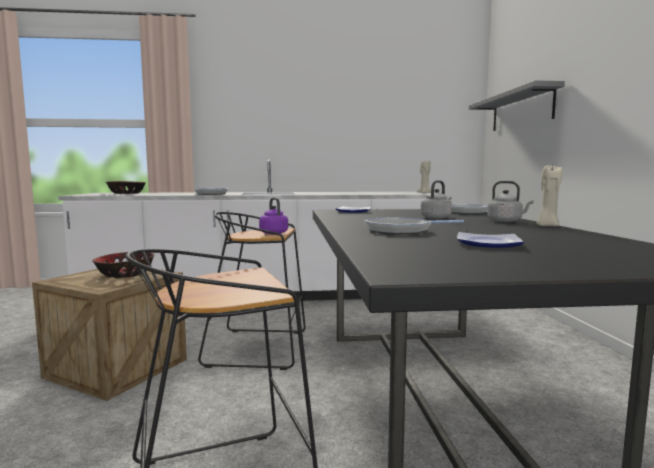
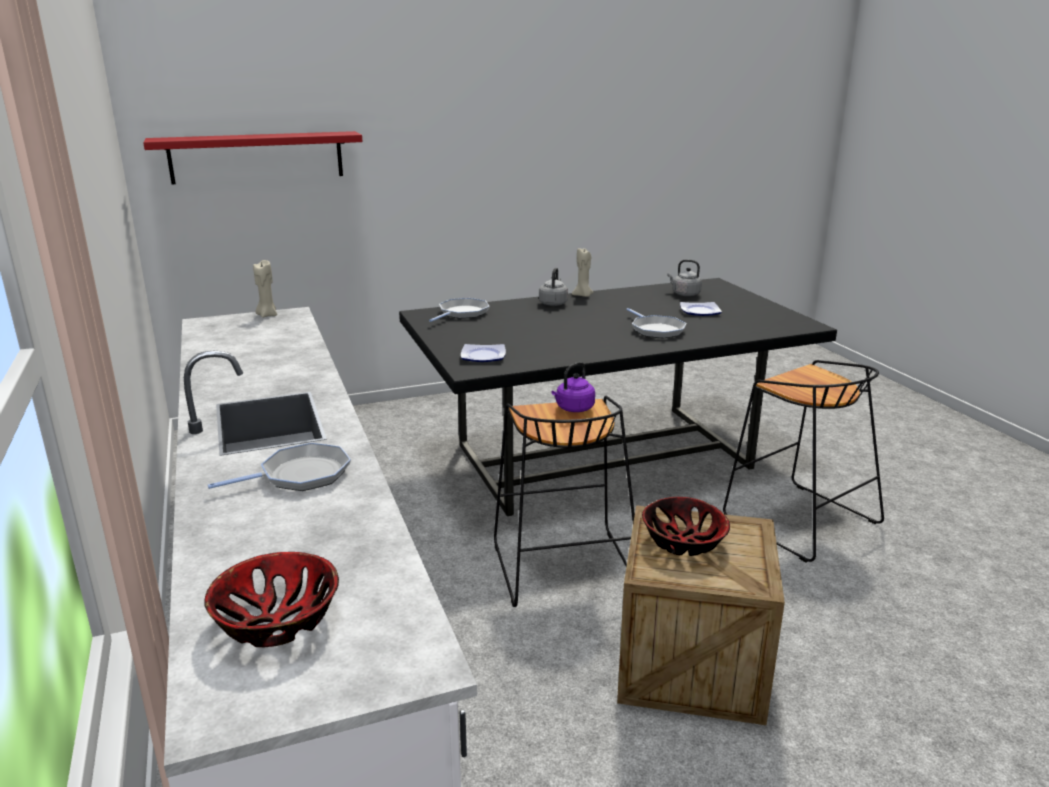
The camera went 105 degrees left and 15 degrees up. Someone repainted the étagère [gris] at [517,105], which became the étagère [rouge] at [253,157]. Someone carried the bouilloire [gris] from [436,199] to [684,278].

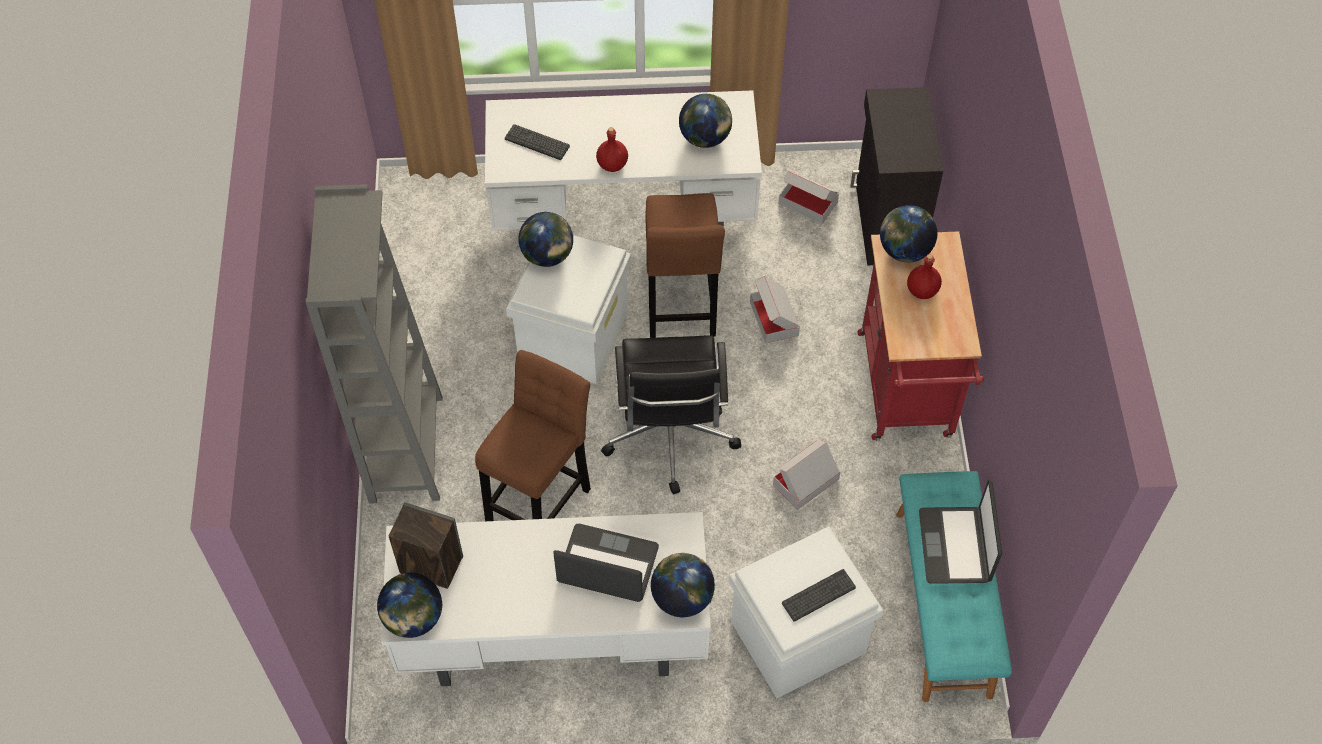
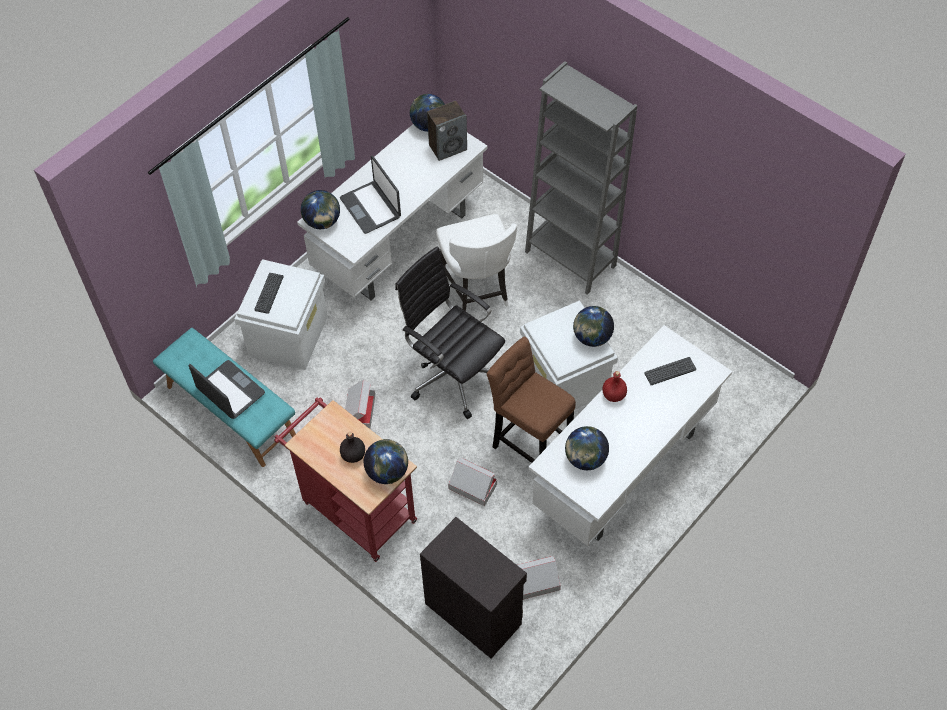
The camera went 135 degrees right and 0 degrees up. Someone repainted the bouteille [rouge] at [924,276], which became the bouteille [noir] at [352,447]. Someone swapped the tabouret [marron] at [533,435] for the chaise [blanc] at [476,262]. Someone rotated the ordinateur portable at [606,563] by 90 degrees clockwise.

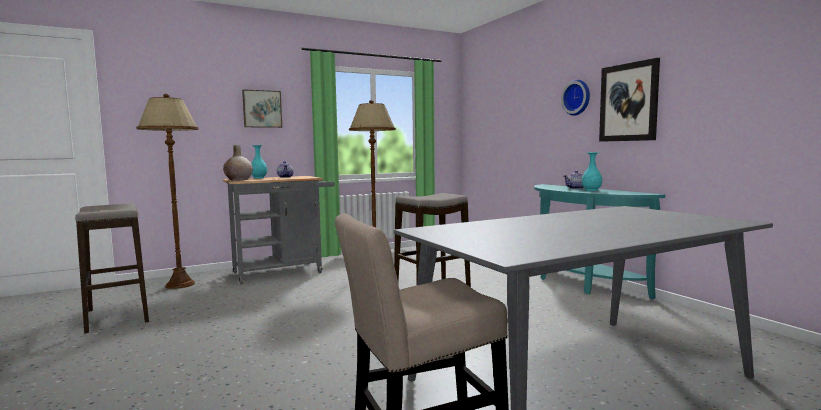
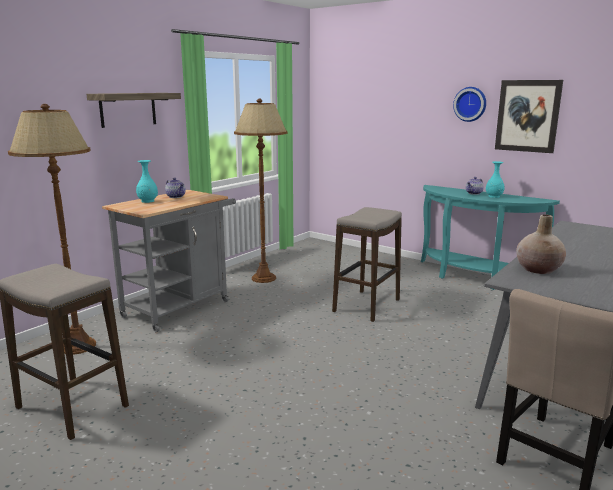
The camera went 25 degrees left and 10 degrees up. Someone swapped the tableau at [262,108] for the étagère at [134,110]. Someone carried the vase [beige] from [238,163] to [541,244].

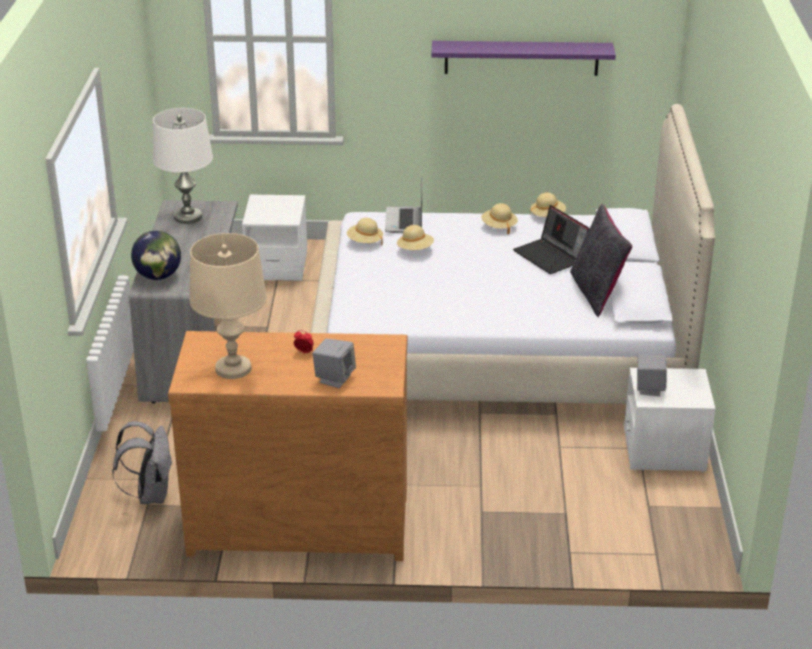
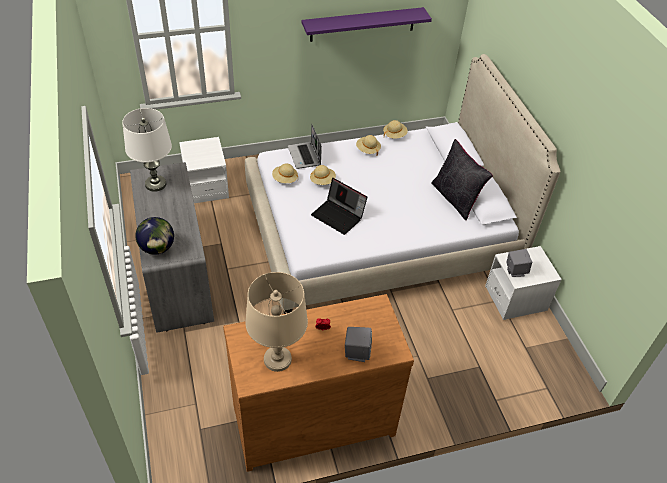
The camera went 20 degrees left and 15 degrees up. Someone carried the ordinateur portable from [551,239] to [339,206]. Someone took away the sac à dos [gris] at [142,462].

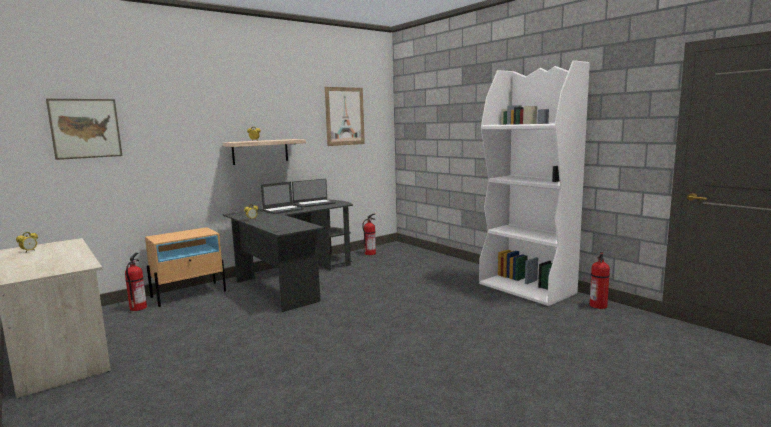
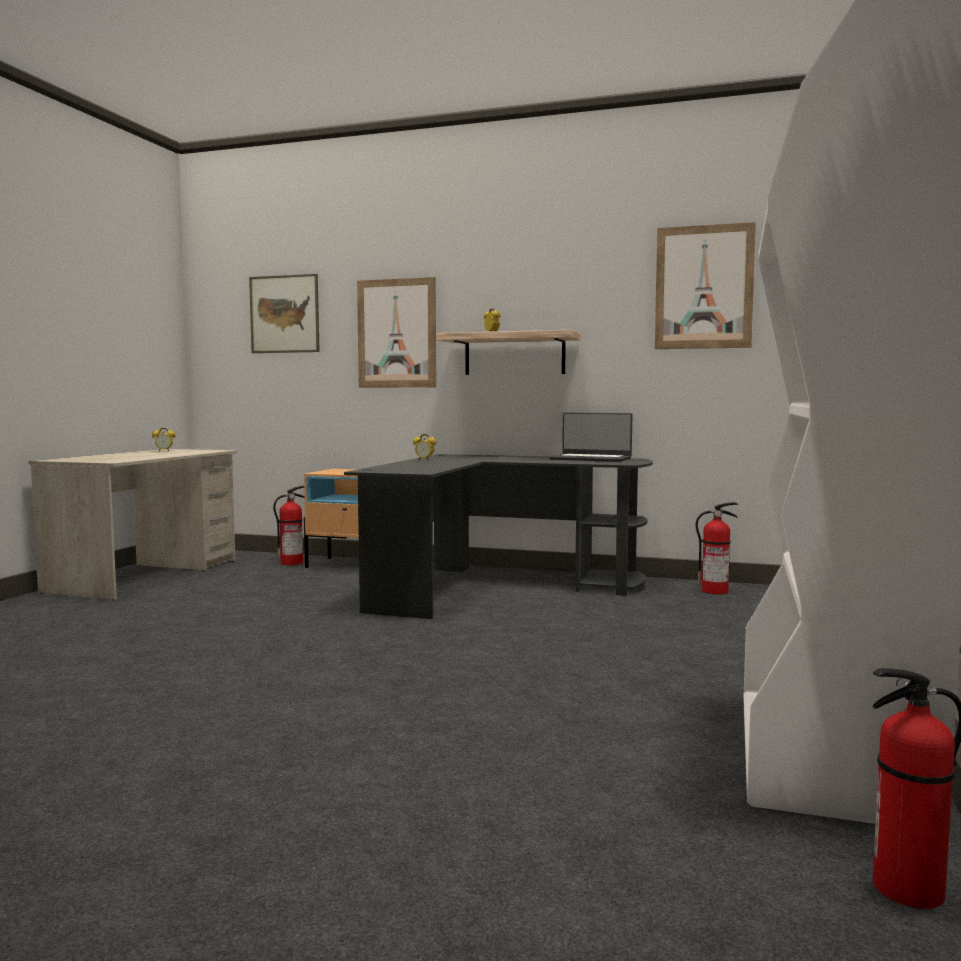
The camera went 55 degrees right and 5 degrees down. Someone took away the ordinateur portable at [282,198]. Someone put up the tableau at [396,332].

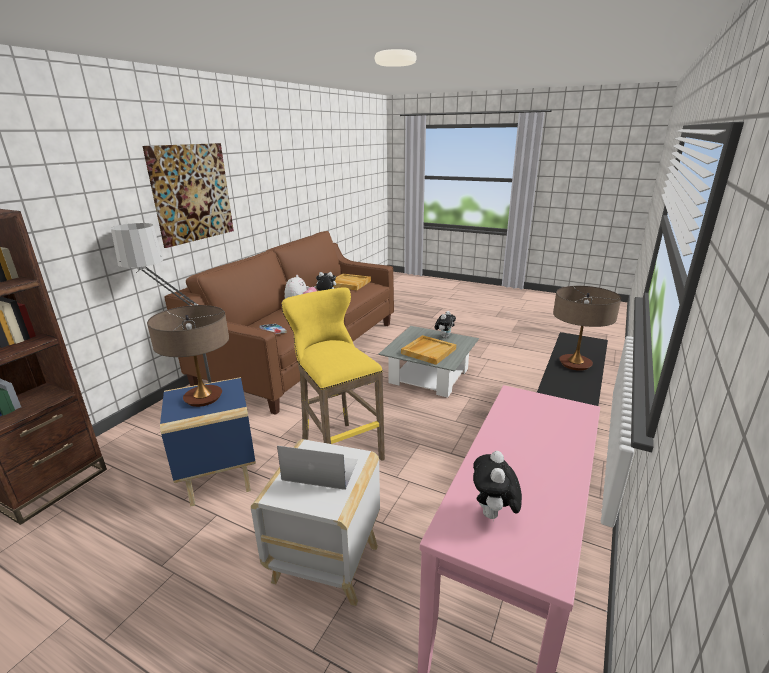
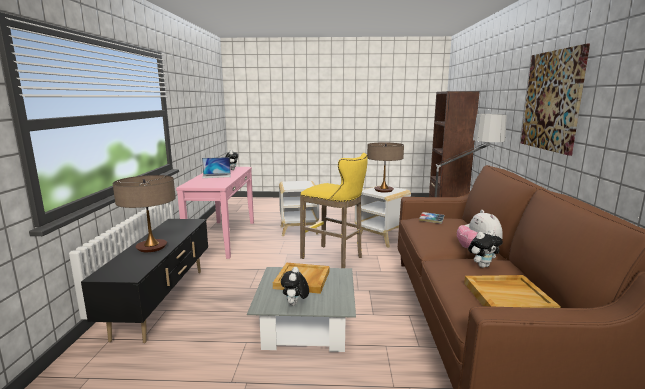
The camera went 155 degrees right and 10 degrees down. Someone repainted the table d'appoint [bleu] at [208,442], which became the table d'appoint [blanc] at [383,216]. Someone carried the ordinateur portable from [317,468] to [216,167].

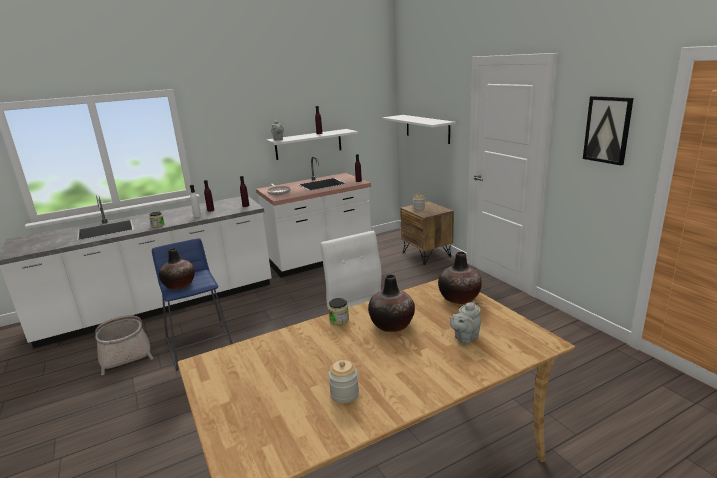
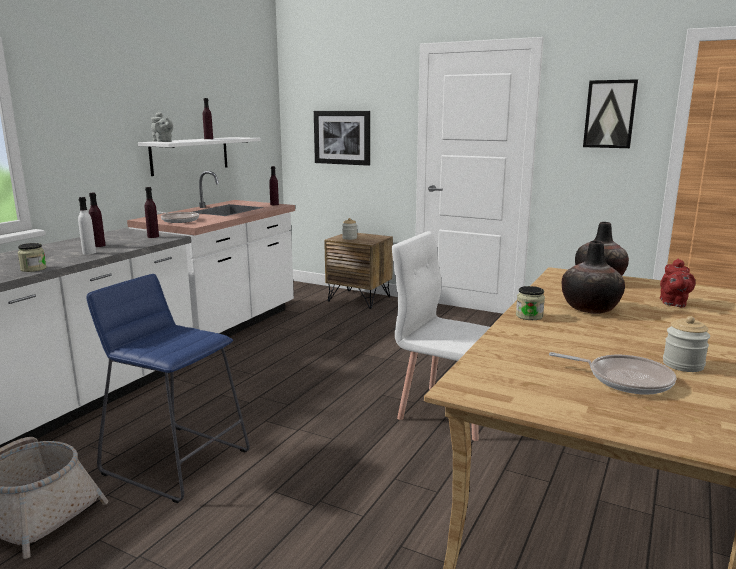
The camera went 35 degrees left and 5 degrees down. Someone swapped the étagère [blanc] at [419,129] for the tableau at [342,138]. Someone took away the vase at [177,269]. Someone repainted the théière [gris] at [465,322], which became the théière [rouge] at [677,282]. Someone put down the poêle at [612,373].

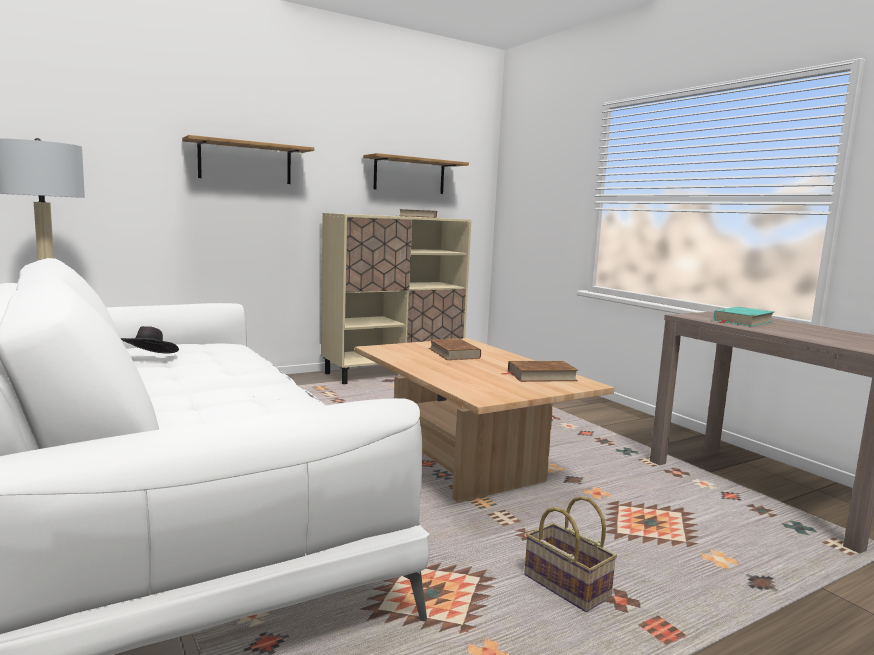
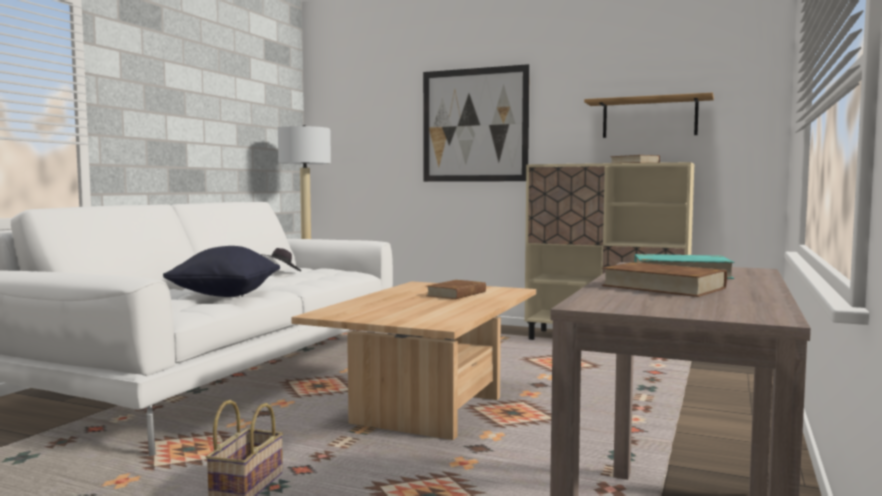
The camera went 55 degrees right and 5 degrees down. Someone swapped the étagère at [248,159] for the tableau at [476,123]. Someone carried the livre [marron] from [539,371] to [664,279]. Someone put down the coussin [noir] at [221,271].

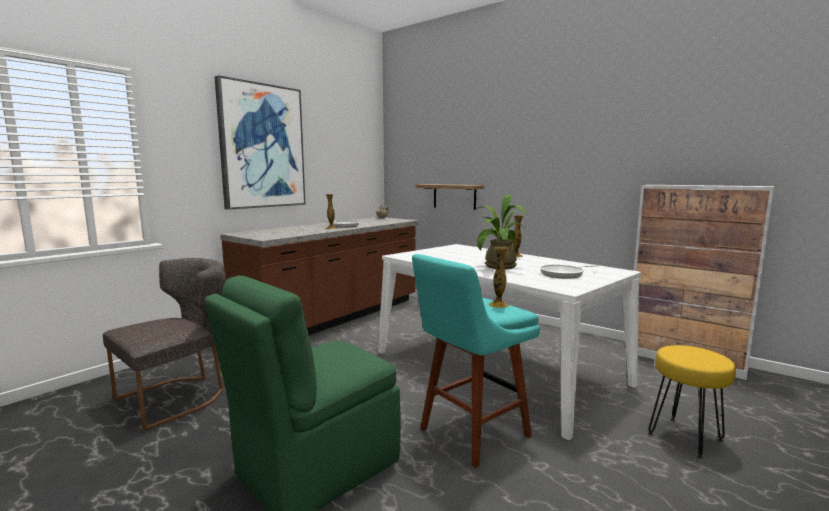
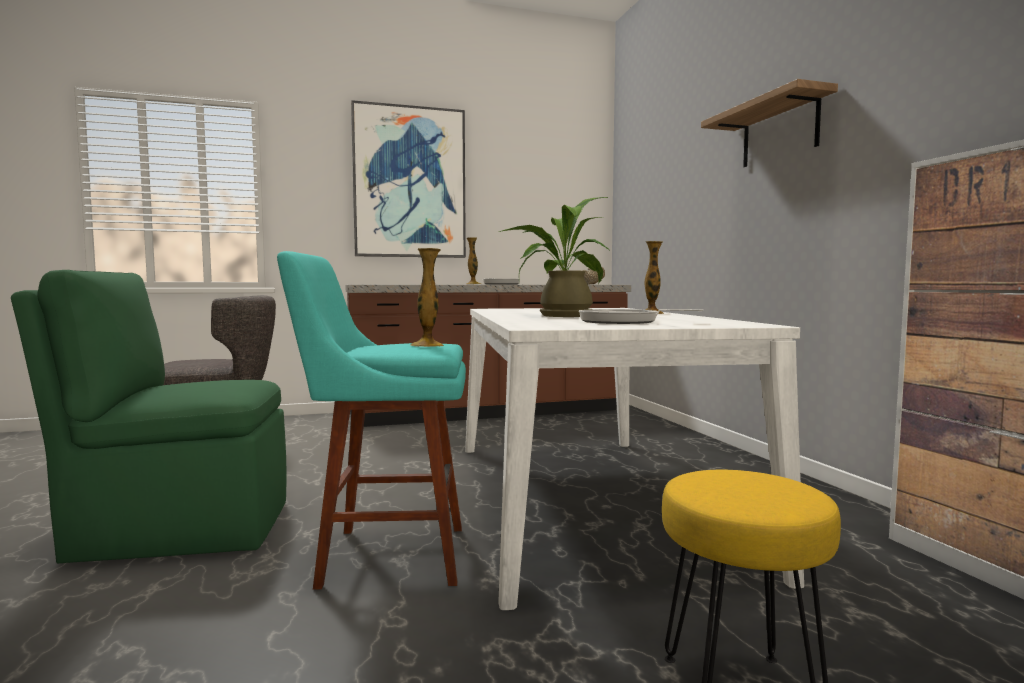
The camera went 35 degrees right and 5 degrees down. Someone carried the étagère from [450,197] to [769,123].

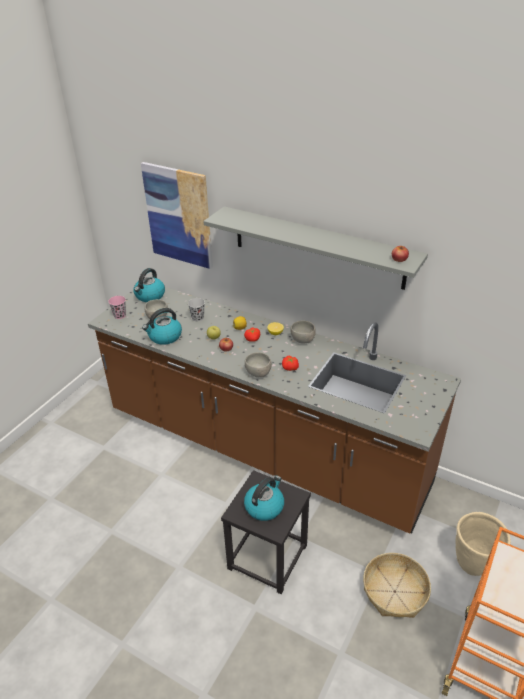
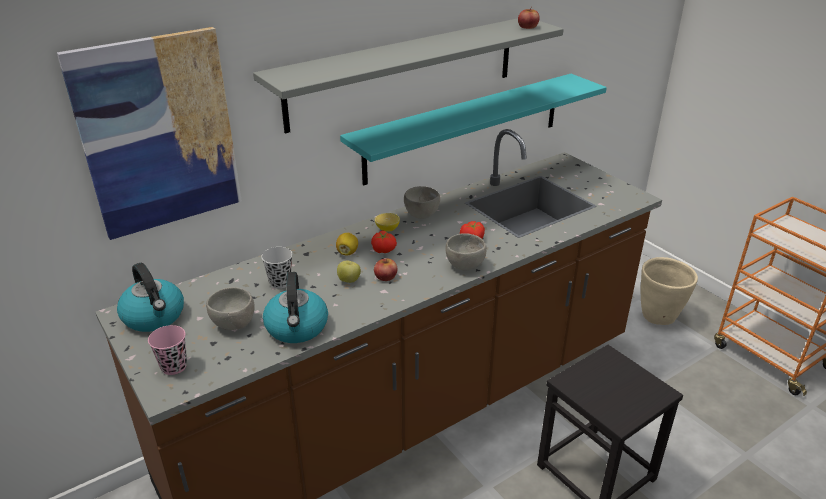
The camera went 65 degrees left and 5 degrees down. Someone took away the bouilloire at [264,498]. Someone took away the panier at [397,585]. Someone put up the étagère [turquoise] at [473,130].

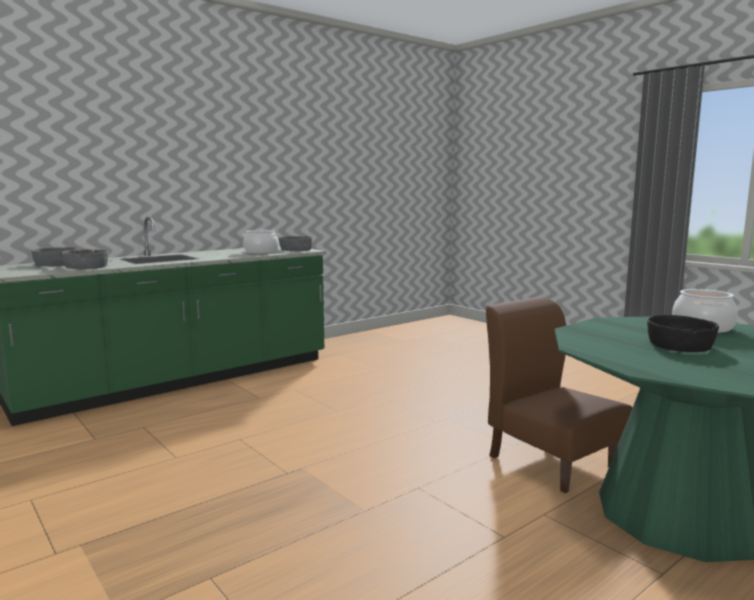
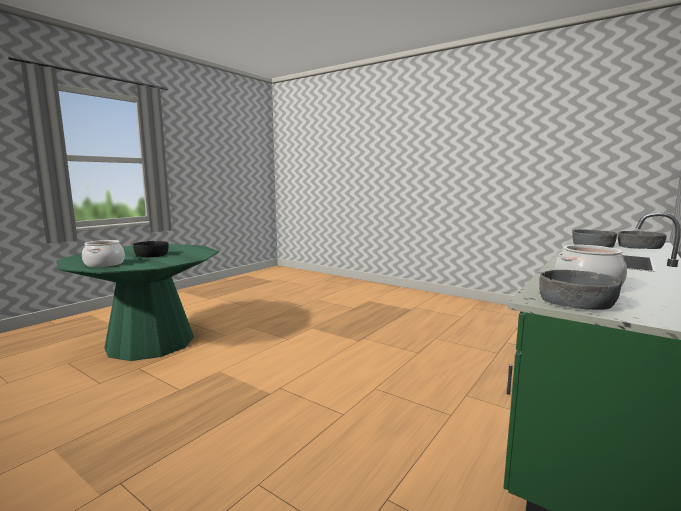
The camera went 165 degrees right and 0 degrees up. Someone took away the chaise [marron] at [559,394].

